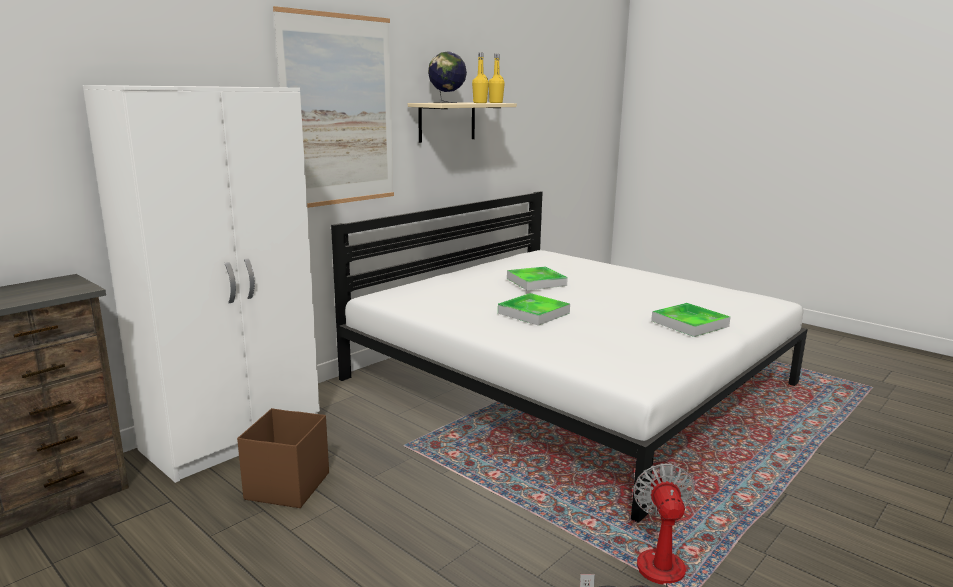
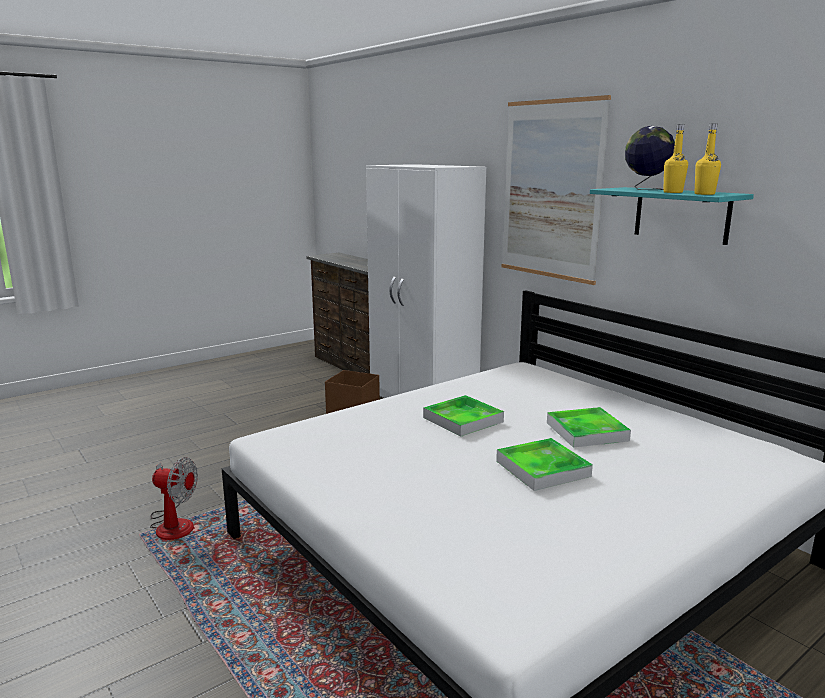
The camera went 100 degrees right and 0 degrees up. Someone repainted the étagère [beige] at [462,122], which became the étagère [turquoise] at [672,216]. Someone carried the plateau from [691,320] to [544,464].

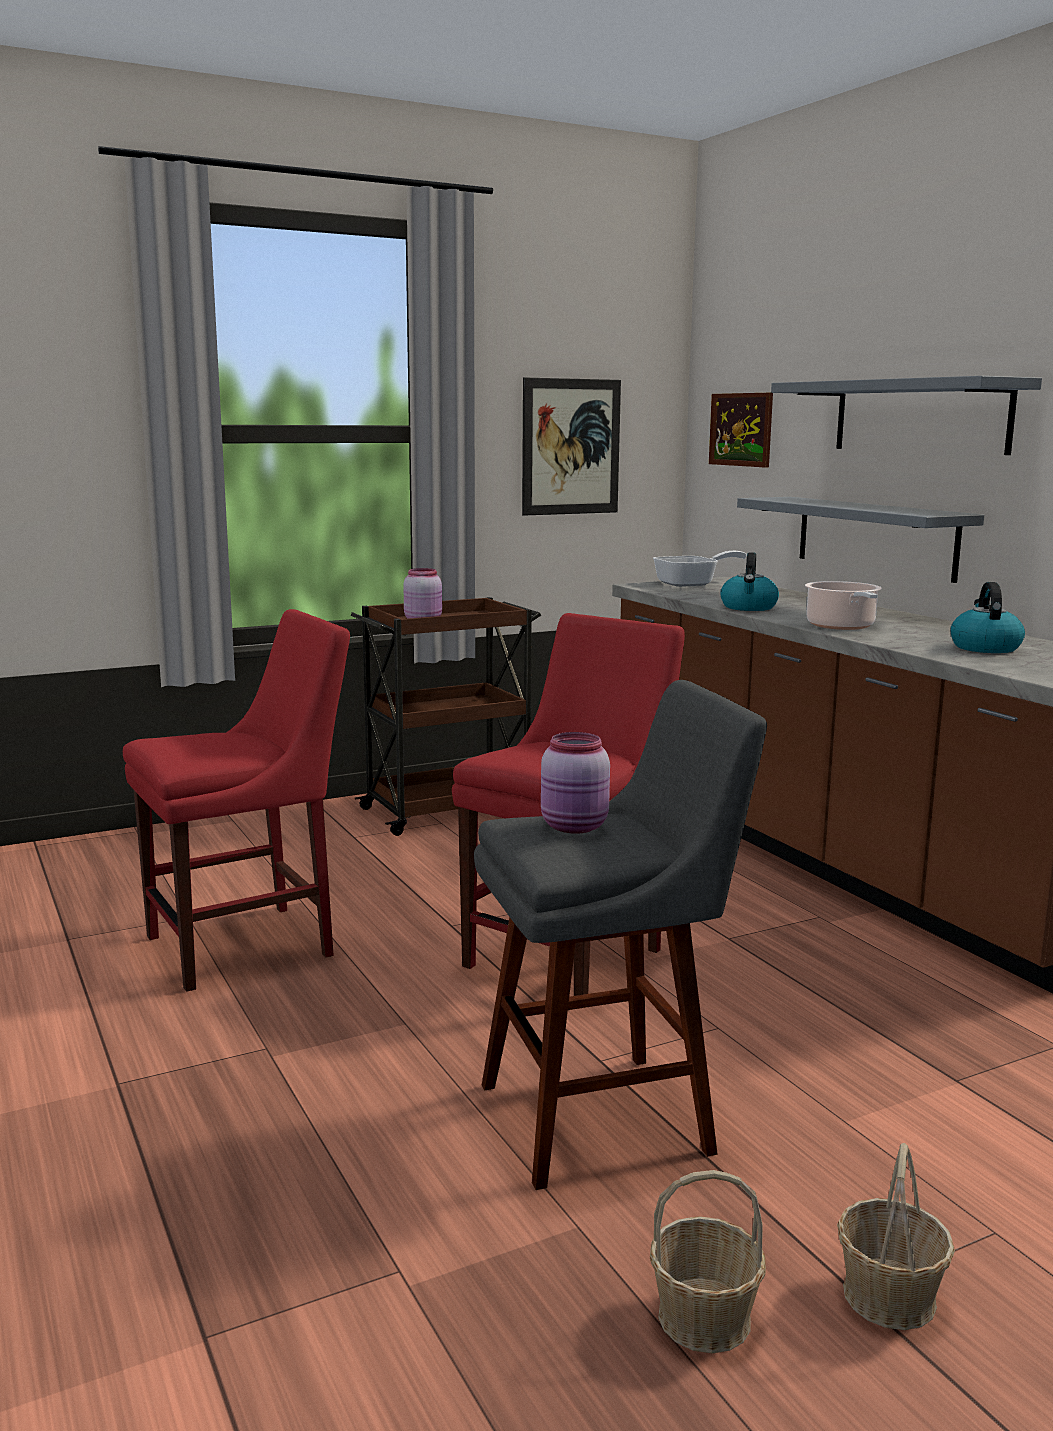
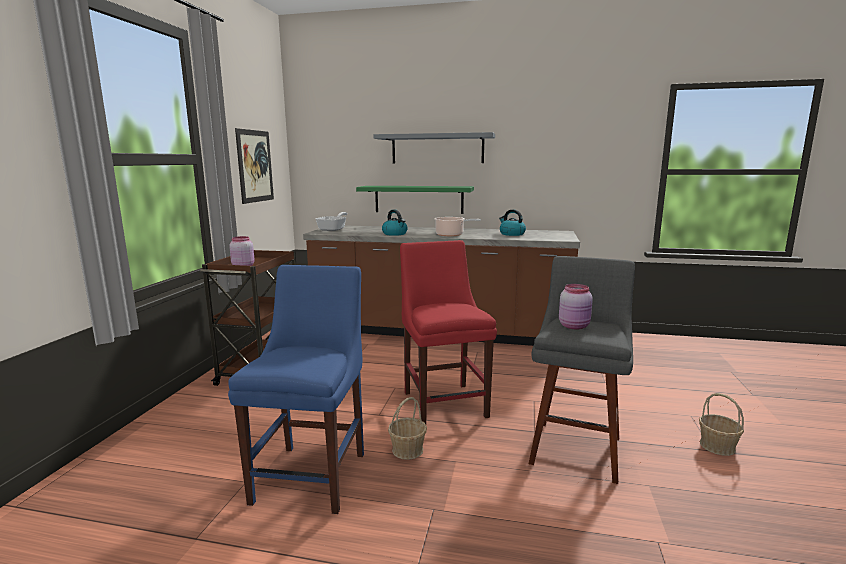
The camera went 50 degrees left and 0 degrees up. Someone took away the tableau at [741,430]. Someone repainted the étagère [gris] at [860,540], which became the étagère [vert] at [415,200]. Someone repainted the chaise [rouge] at [236,800], which became the chaise [bleu] at [296,389]. Someone carried the panier from [708,1261] to [407,428].

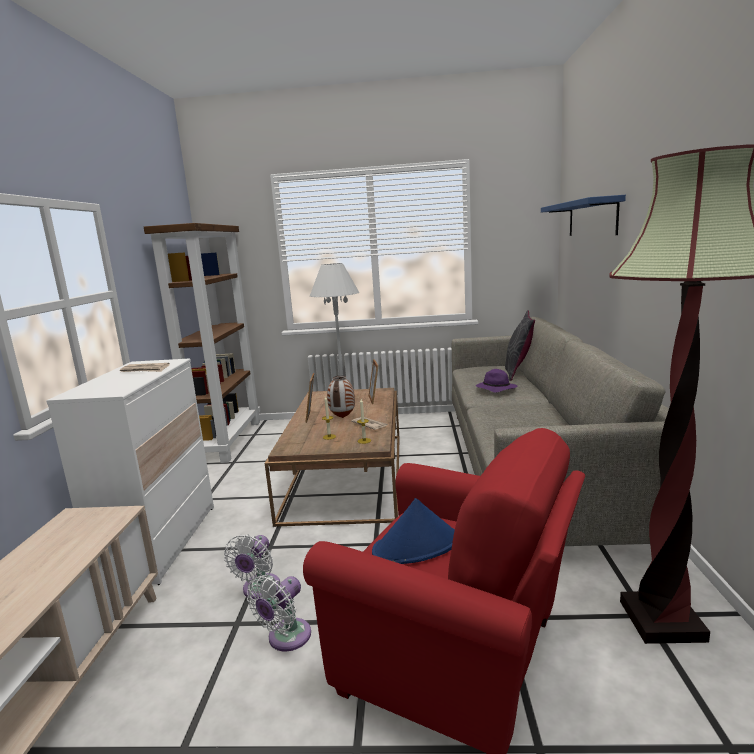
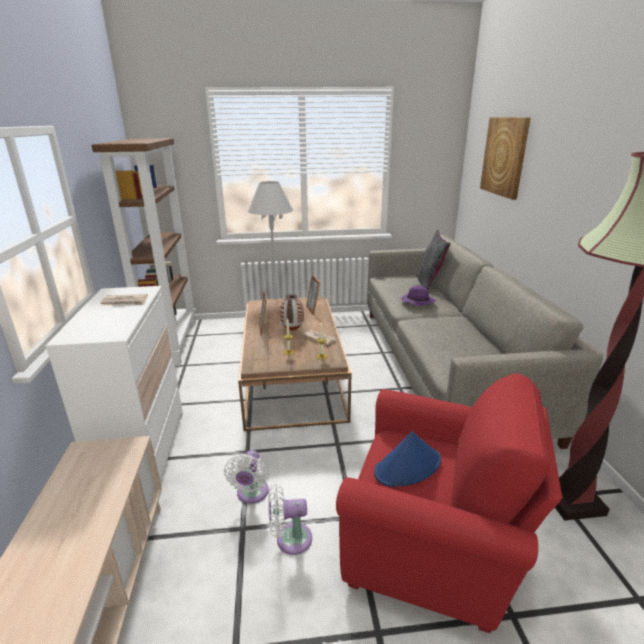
The camera went 10 degrees left and 10 degrees up. Someone swapped the étagère [bleu] at [583,215] for the tableau at [505,158]. Someone rotated the ventilateur [blanc] at [279,613] by 60 degrees clockwise.

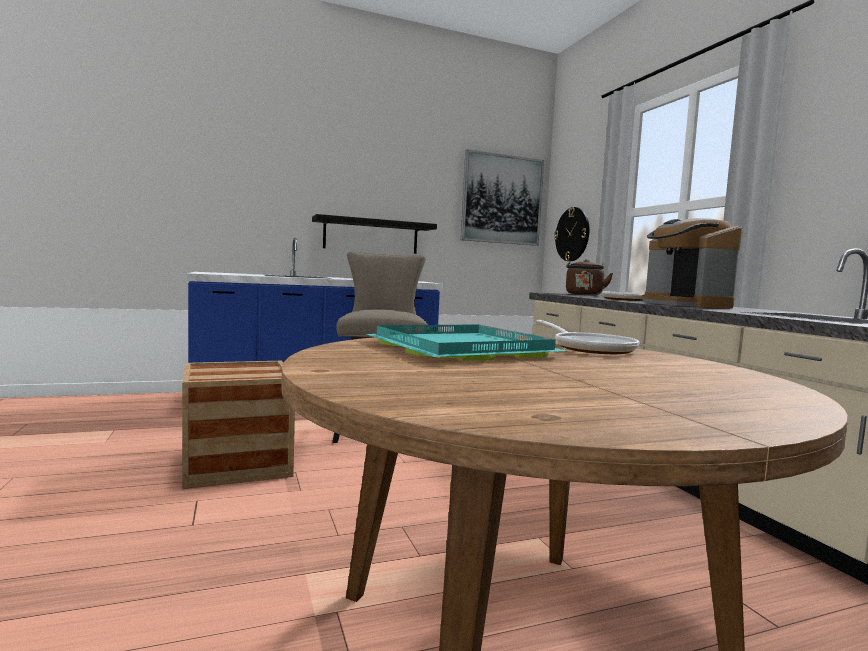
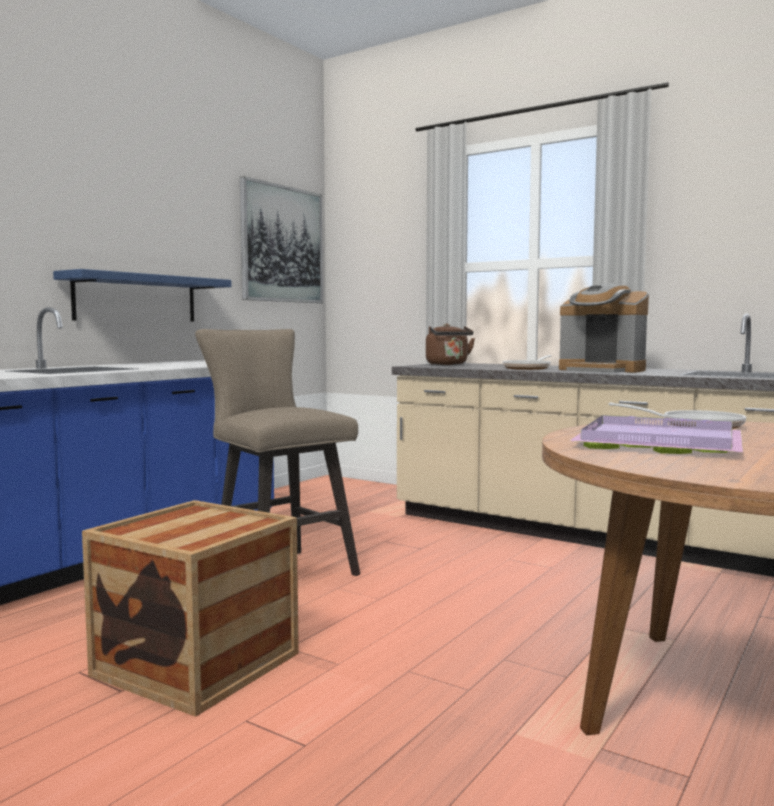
The camera went 35 degrees left and 0 degrees up. Someone took away the horloge murale at [571,234]. Someone repainted the étagère [noir] at [374,234], which became the étagère [bleu] at [142,295]. Someone repainted the plateau [turquoise] at [467,342], which became the plateau [violet] at [656,434].

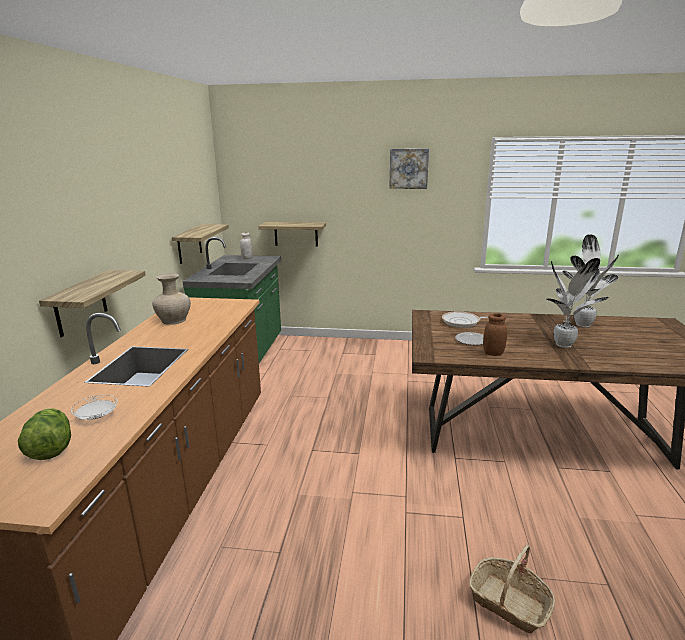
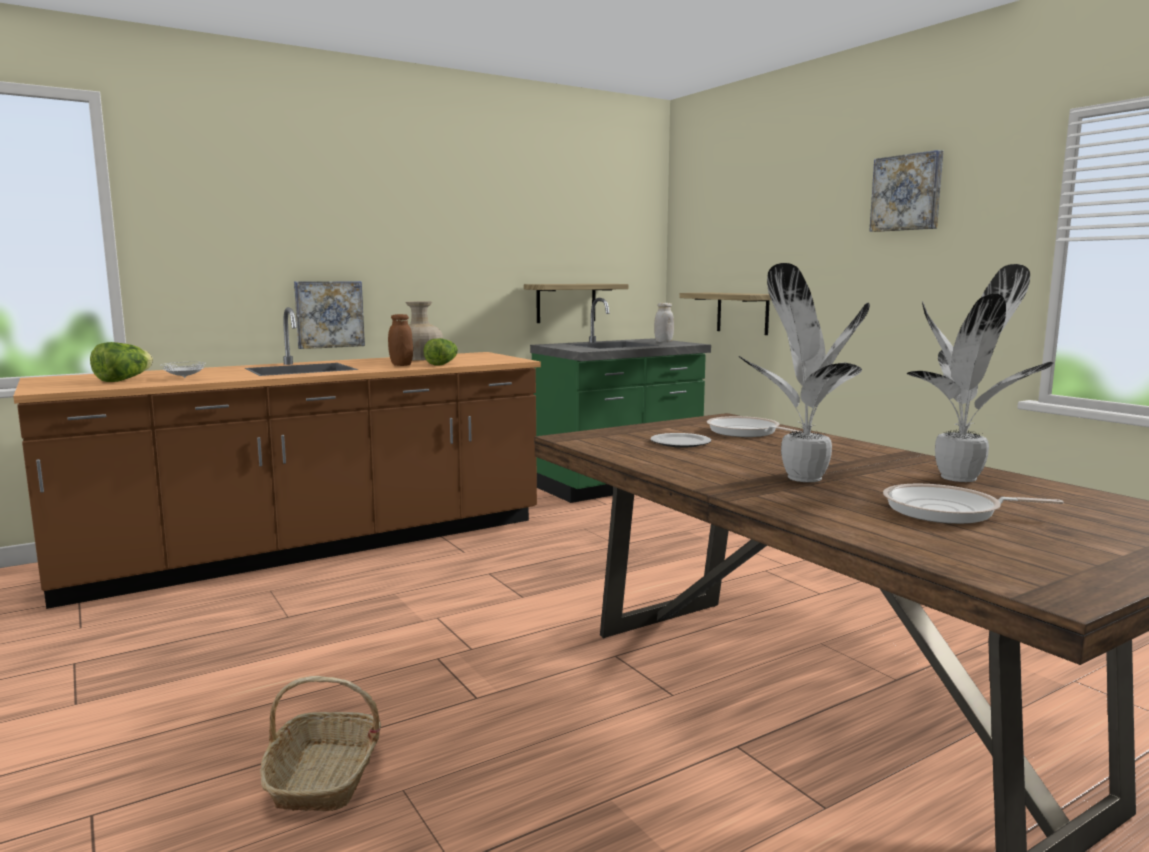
The camera went 50 degrees right and 10 degrees down. Someone swapped the étagère at [92,303] for the tableau at [329,315]. Someone carried the bocal [marron] from [495,335] to [400,340]. Someone put down the laitue at [441,352]. Someone put down the poêle at [973,504].

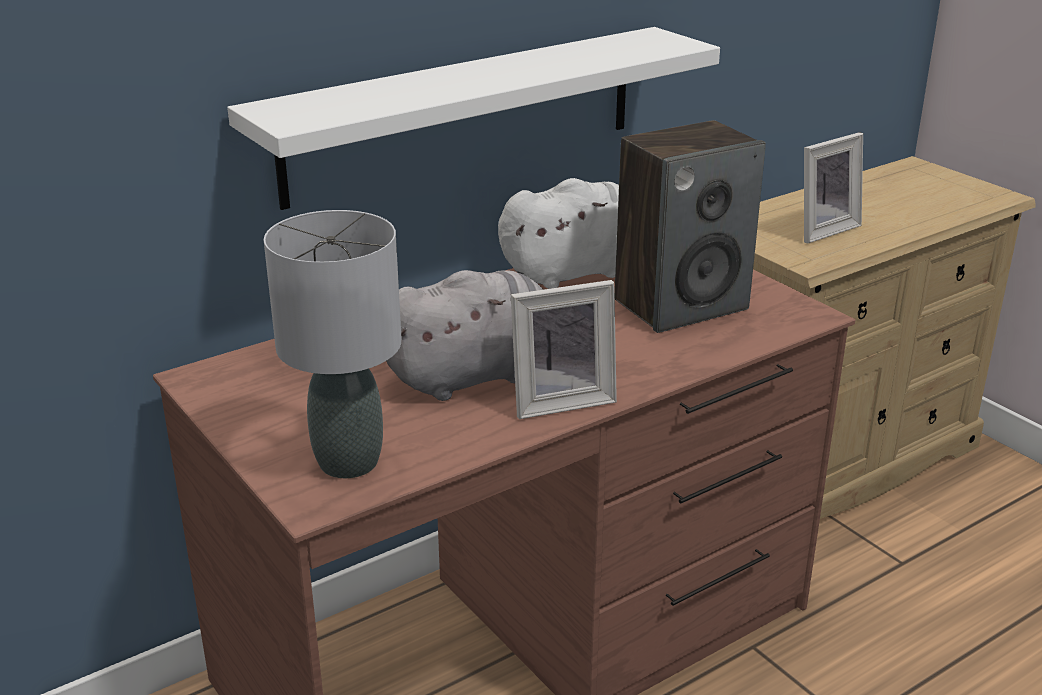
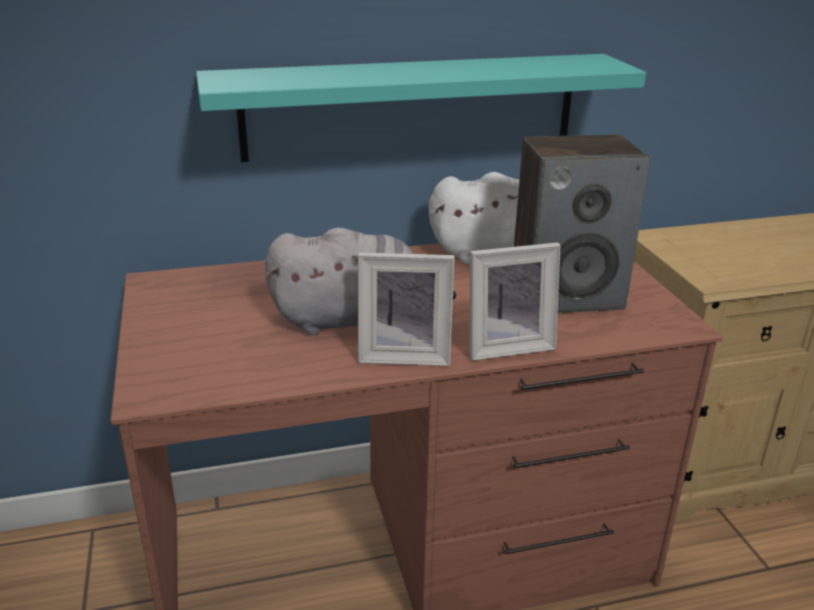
The camera went 20 degrees right and 0 degrees up. Someone repainted the étagère [blanc] at [473,118], which became the étagère [turquoise] at [421,108]. Someone carried the cadre photo from [833,187] to [515,301]. Someone took away the lampe de table [gris] at [333,344].

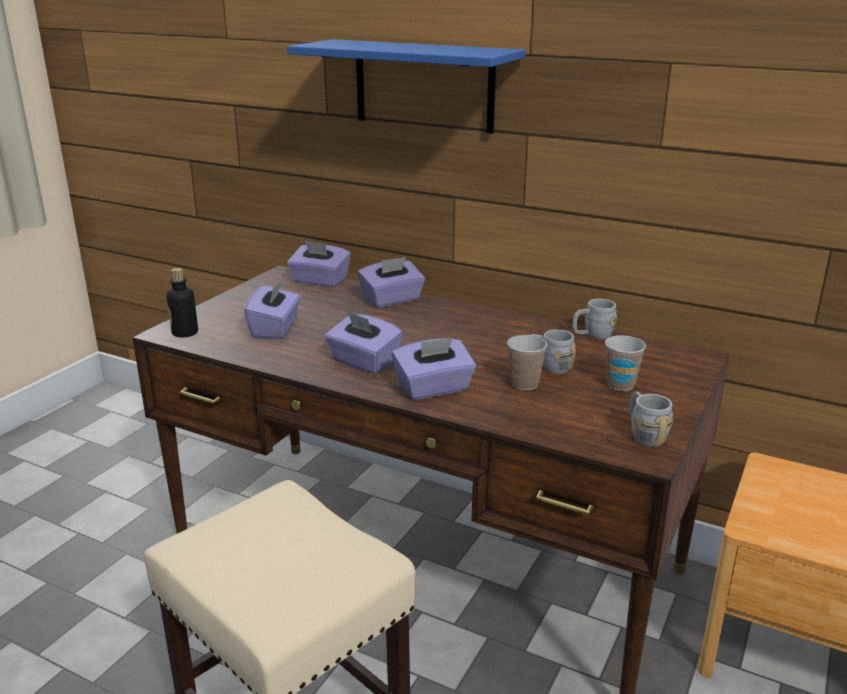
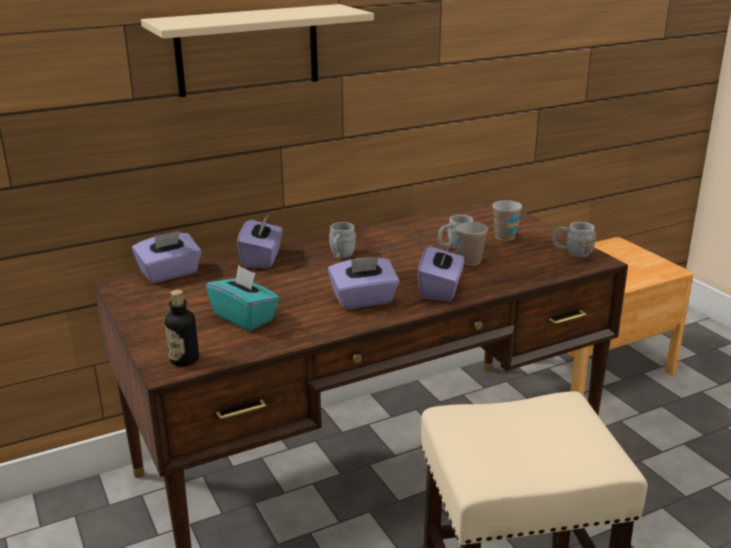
The camera went 55 degrees left and 0 degrees up. Someone repainted the étagère [bleu] at [406,86], which became the étagère [beige] at [257,50]. Someone repainted the boîte à mouchoirs [violet] at [272,309], which became the boîte à mouchoirs [turquoise] at [243,298]. Someone carried the mug [gris] from [594,319] to [342,240].

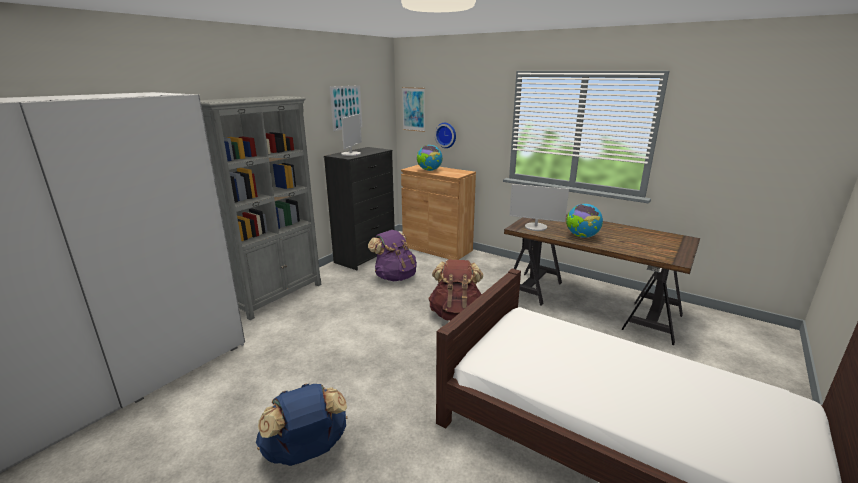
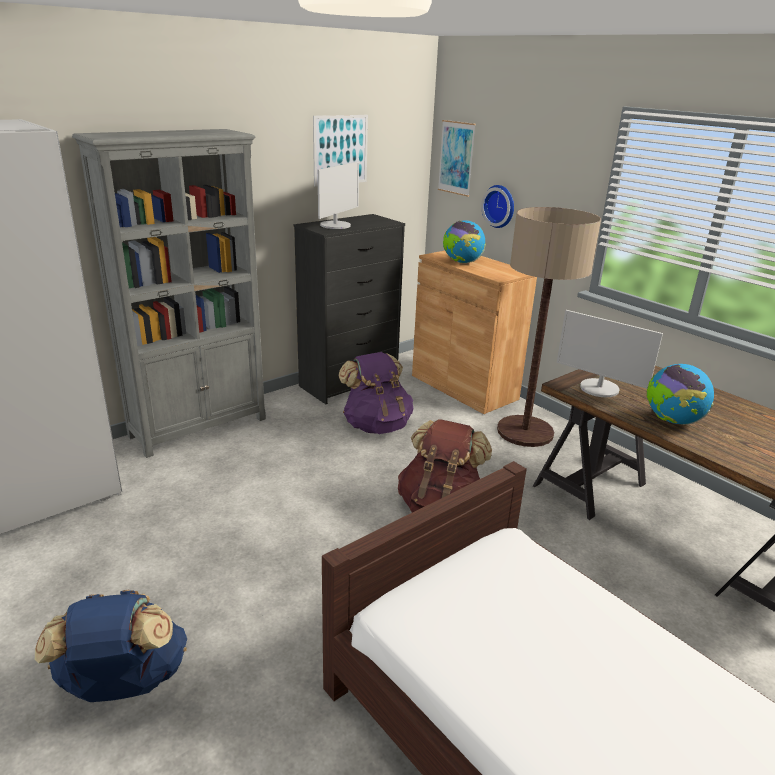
The camera went 15 degrees right and 5 degrees up. Someone put down the lampadaire at [549,327].

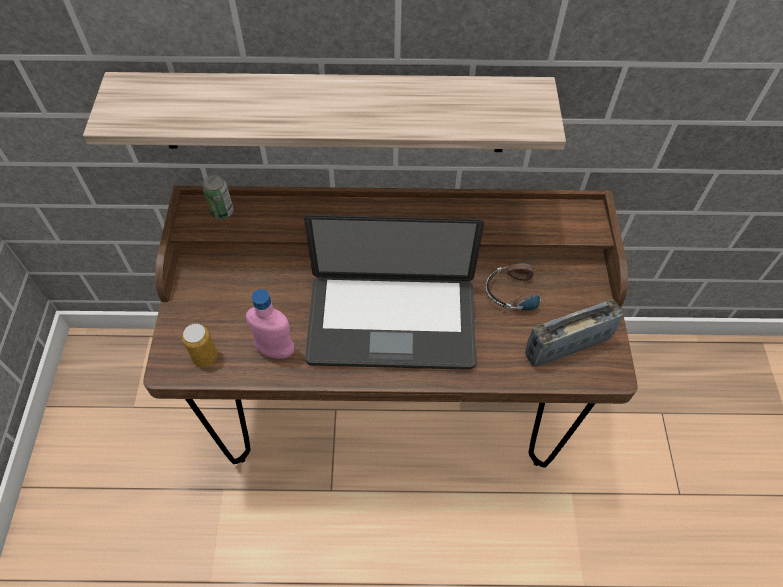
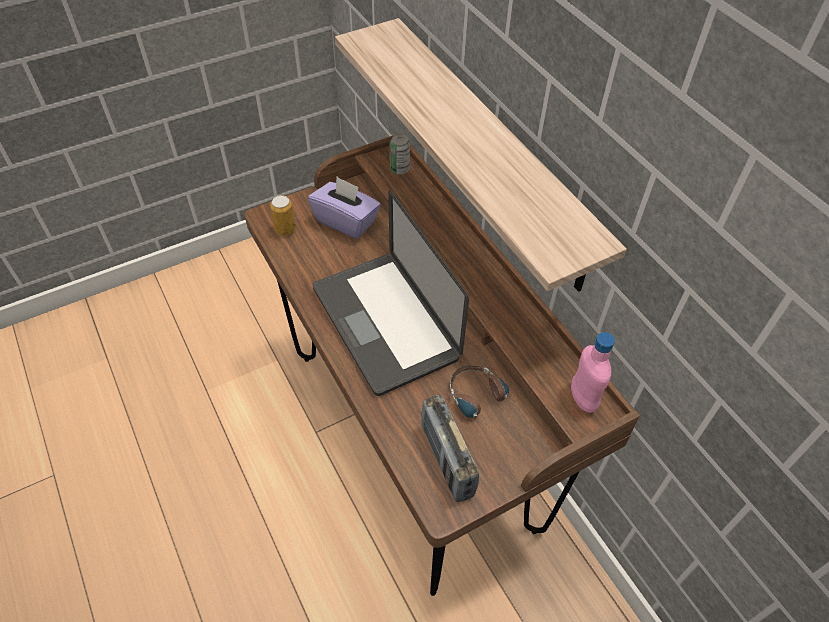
The camera went 60 degrees right and 5 degrees down. Someone carried the bouteille [rose] from [270,324] to [593,372]. Someone rotated the radio at [574,333] by 150 degrees counterclockwise. Someone put down the boîte à mouchoirs [violet] at [344,208].

